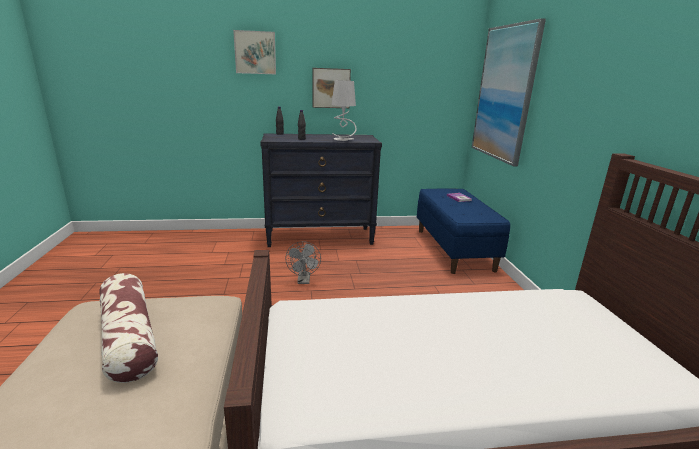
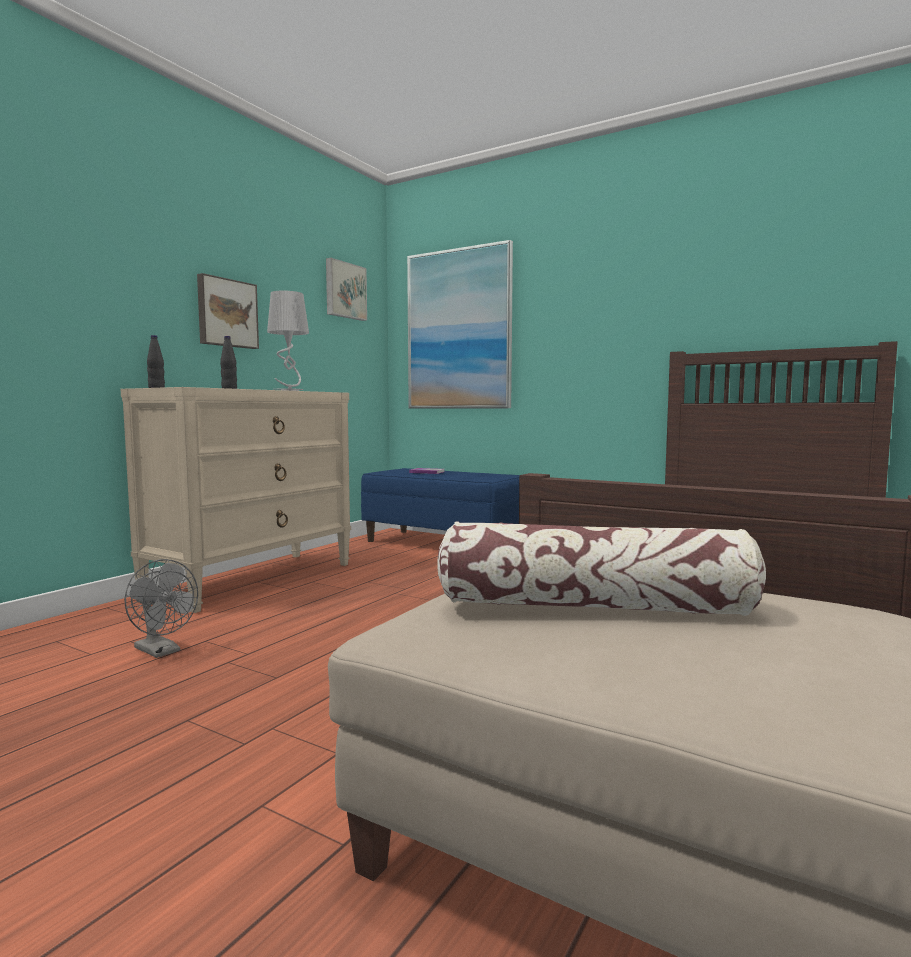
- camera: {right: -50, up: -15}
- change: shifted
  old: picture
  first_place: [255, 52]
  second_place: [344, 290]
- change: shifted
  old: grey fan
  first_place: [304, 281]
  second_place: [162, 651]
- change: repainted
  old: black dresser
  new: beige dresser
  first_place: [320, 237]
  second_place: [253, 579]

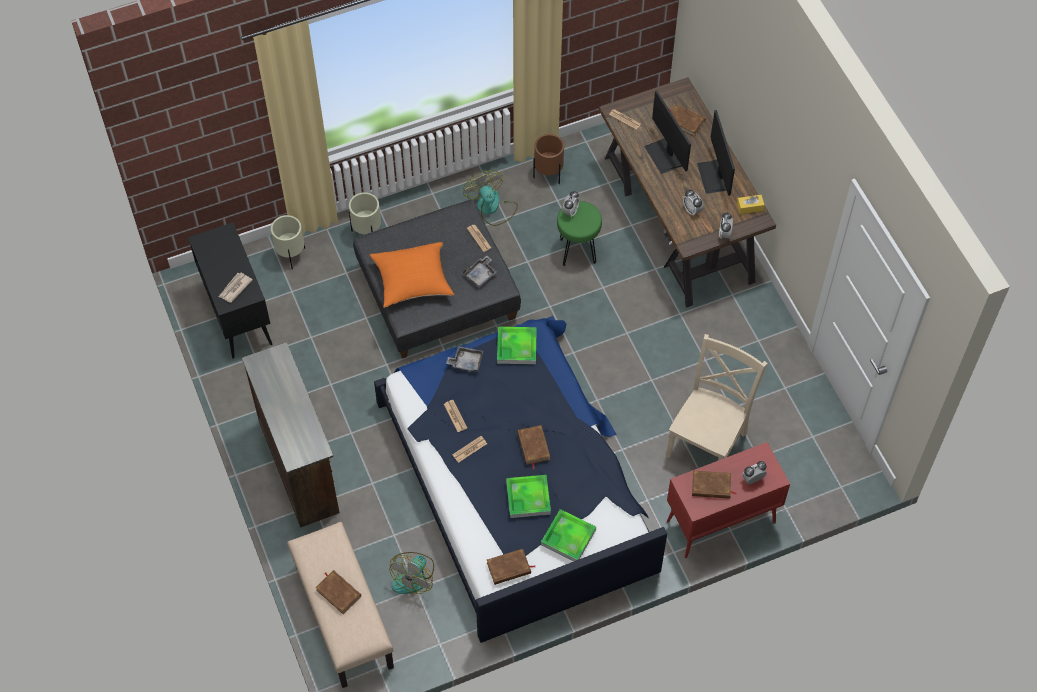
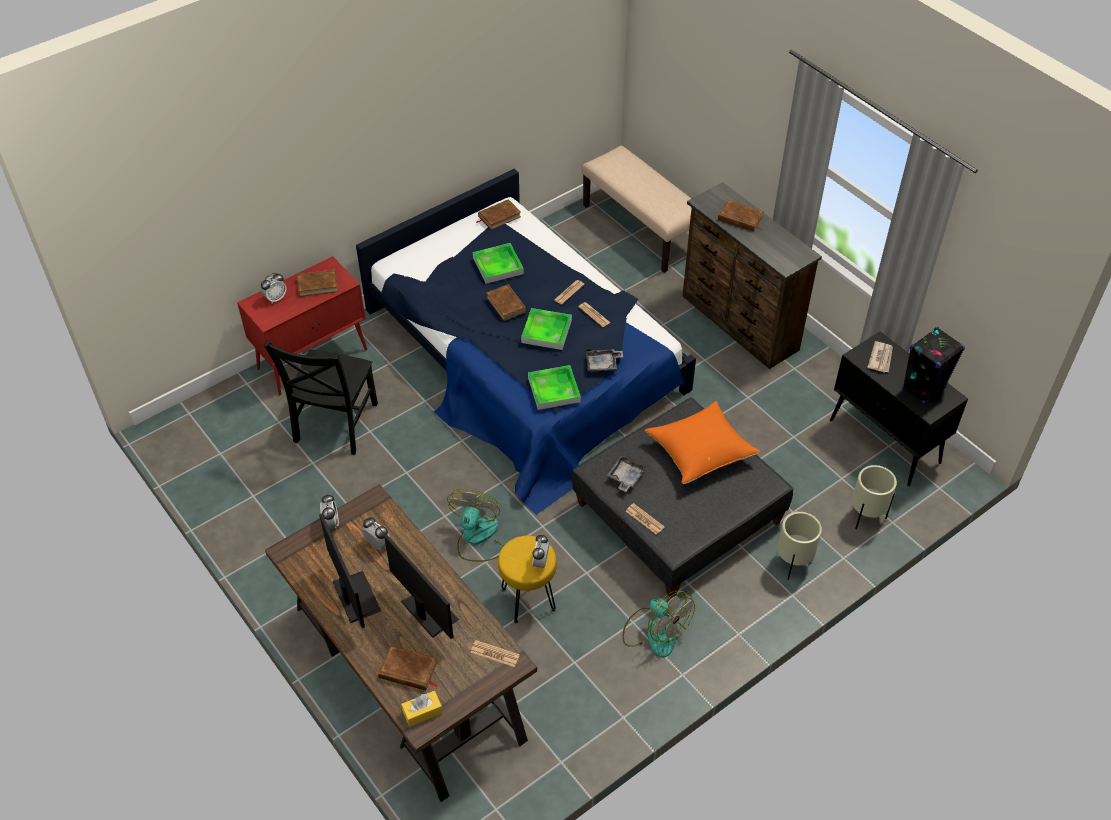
- camera: {right: 165, up: -10}
- change: gone
  old: brown planter
  first_place: [548, 174]
- change: new
  new: black speaker
  second_place: [923, 388]
- change: shifted
  old: brown book
  first_place: [338, 592]
  second_place: [740, 218]
- change: shifted
  old: fan
  first_place: [413, 575]
  second_place: [477, 538]
- change: shifted
  old: tray
  first_place: [568, 537]
  second_place: [546, 331]
- change: shifted
  old: yellow tissue box
  first_place: [750, 207]
  second_place: [422, 712]
- change: repainted
  old: green stool
  new: yellow stool
  first_place: [577, 250]
  second_place: [529, 600]
- change: repainted
  old: beige chair
  new: black chair
  first_place: [708, 441]
  second_place: [334, 425]

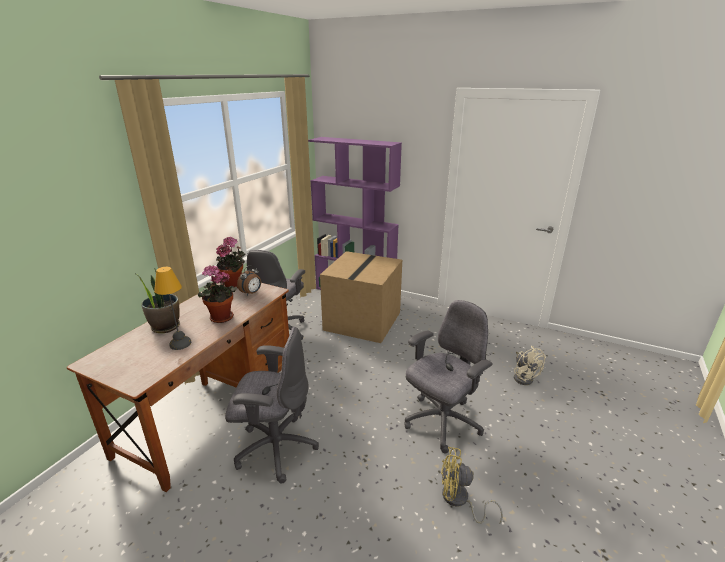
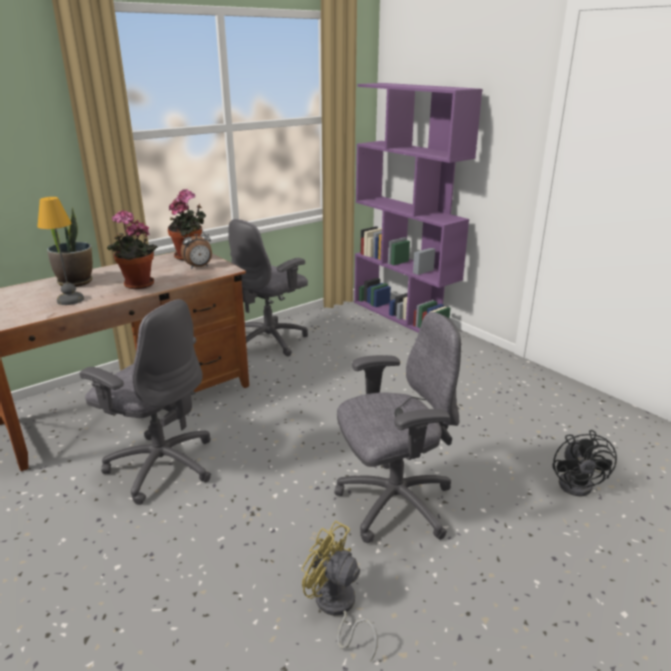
- camera: {right: 25, up: 0}
- change: gone
  old: cardboard box
  first_place: [363, 321]
- change: repainted
  old: beige fan
  new: black fan
  first_place: [523, 377]
  second_place: [579, 483]

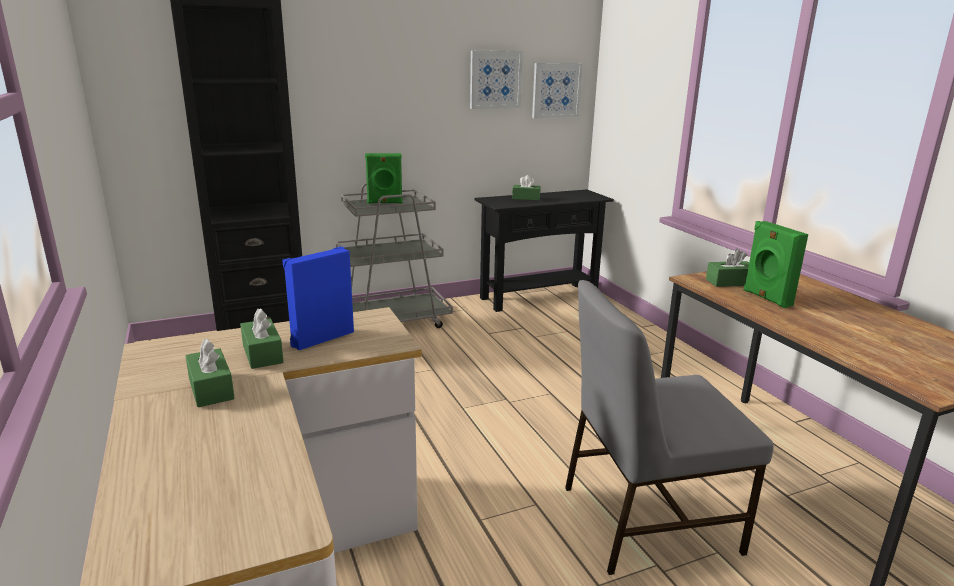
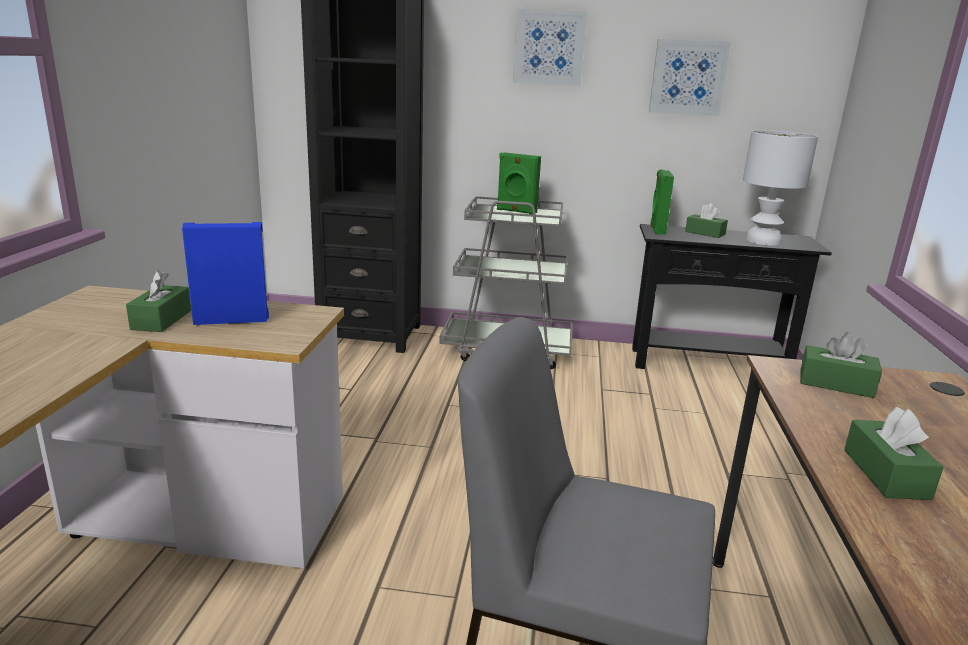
- camera: {right: 30, up: 0}
- change: new
  new: white table lamp
  second_place: [763, 241]
- change: shifted
  old: green tissue box
  first_place: [211, 389]
  second_place: [885, 474]
- change: shifted
  old: picture
  first_place: [556, 90]
  second_place: [549, 47]
- change: shifted
  old: green speaker
  first_place: [766, 298]
  second_place: [657, 229]

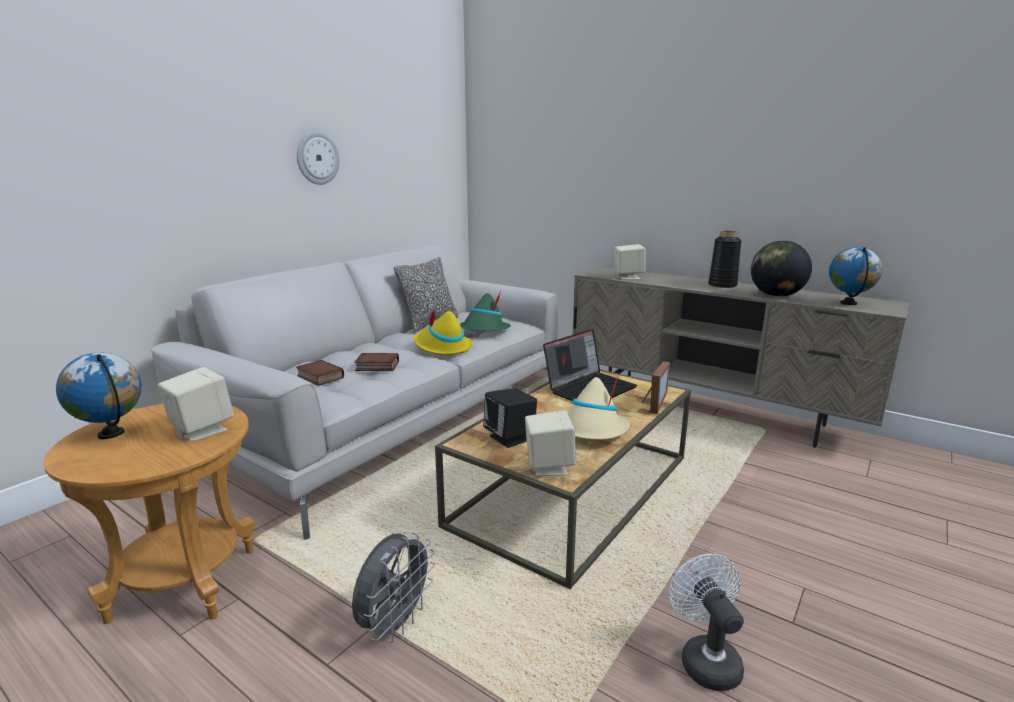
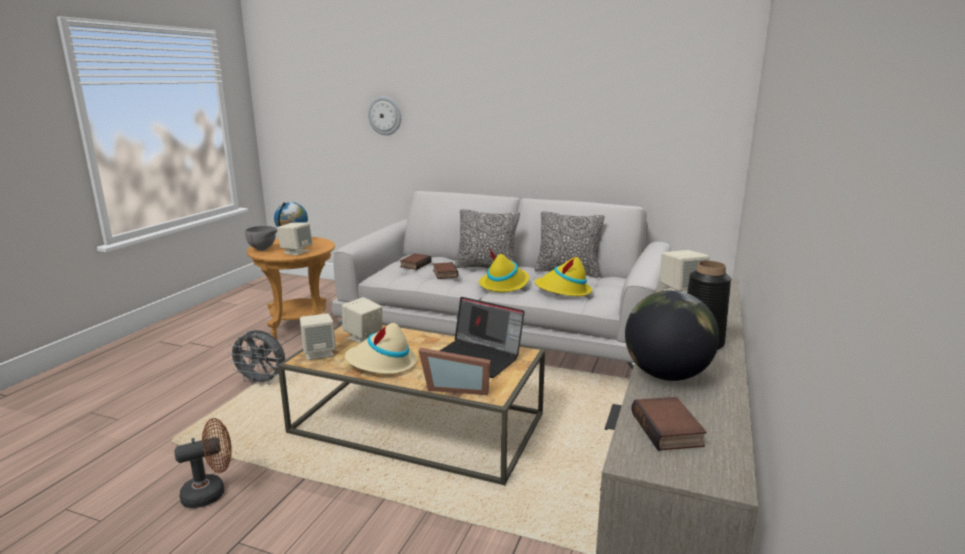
- camera: {right: 75, up: 0}
- change: new
  new: grey bowl
  second_place: [264, 249]
- change: new
  new: pillow
  second_place: [486, 268]
- change: shifted
  old: wall clock
  first_place: [317, 158]
  second_place: [385, 116]
- change: swapped
  old: globe
  new: book
  first_place: [849, 303]
  second_place: [669, 430]
- change: repainted
  old: green hat
  new: yellow hat
  first_place: [484, 330]
  second_place: [563, 291]
- change: repainted
  old: black speaker
  new: beige speaker
  first_place: [510, 438]
  second_place: [363, 337]
- change: repainted
  old: white fan
  new: brown fan
  first_place: [705, 659]
  second_place: [211, 492]

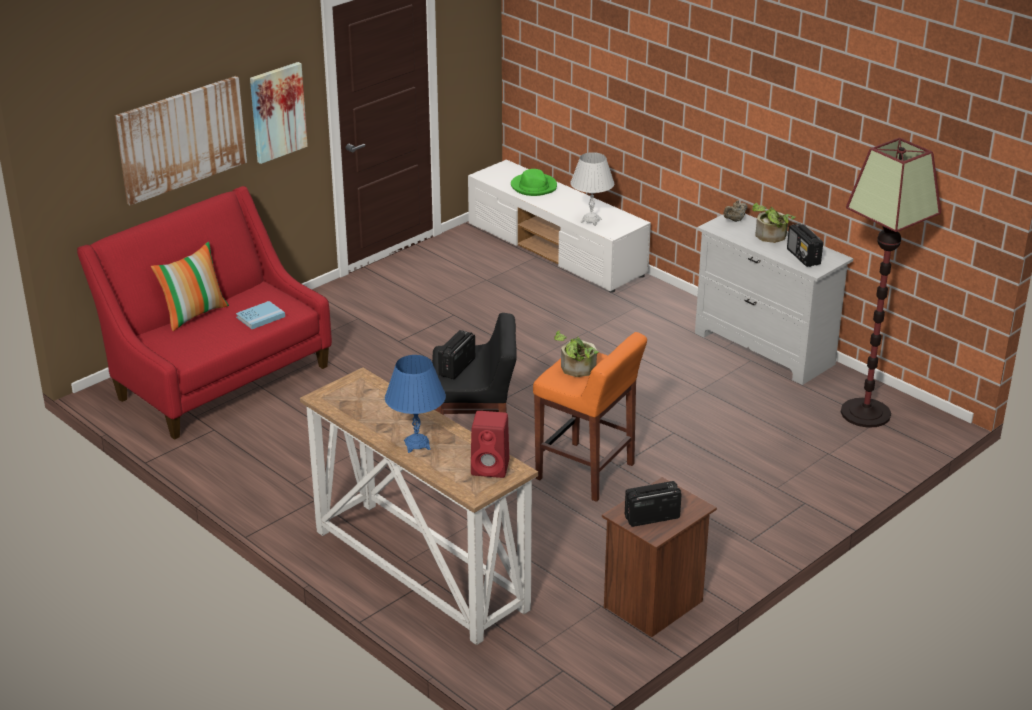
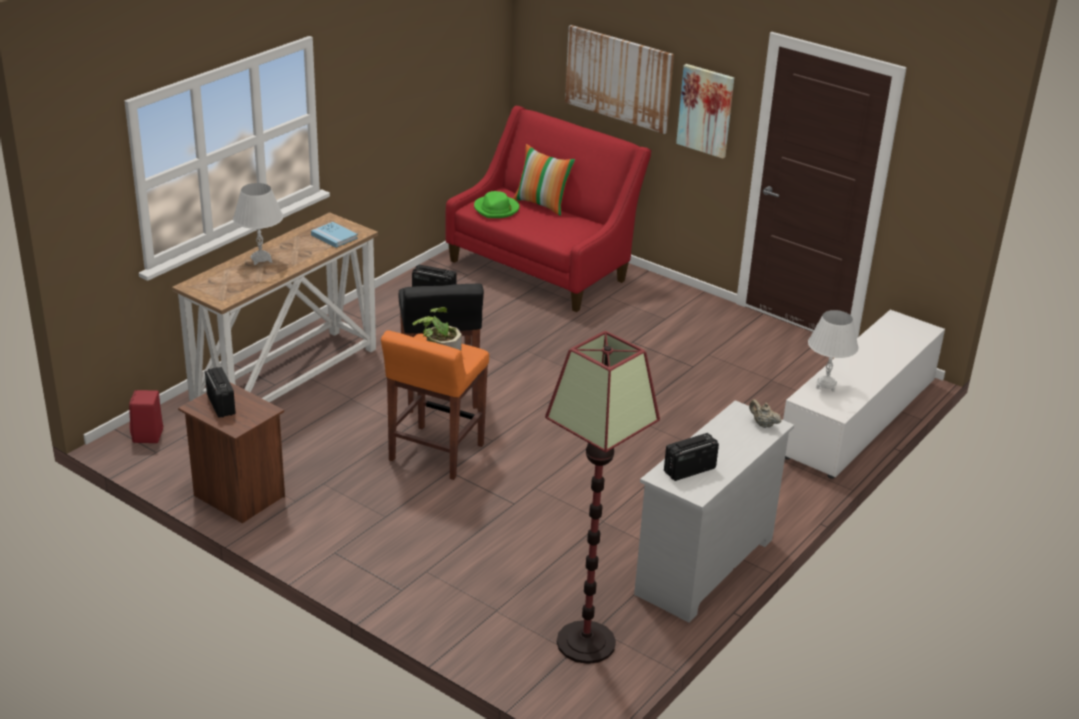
- camera: {right: 80, up: 0}
- change: gone
  old: potted plant
  first_place: [770, 237]
- change: shifted
  old: blue book
  first_place: [260, 317]
  second_place: [334, 236]
- change: shifted
  old: red speaker
  first_place: [491, 467]
  second_place: [148, 436]
- change: shifted
  old: green hat
  first_place: [534, 186]
  second_place: [496, 209]
- change: repainted
  old: blue table lamp
  new: white table lamp
  first_place: [417, 445]
  second_place: [261, 259]

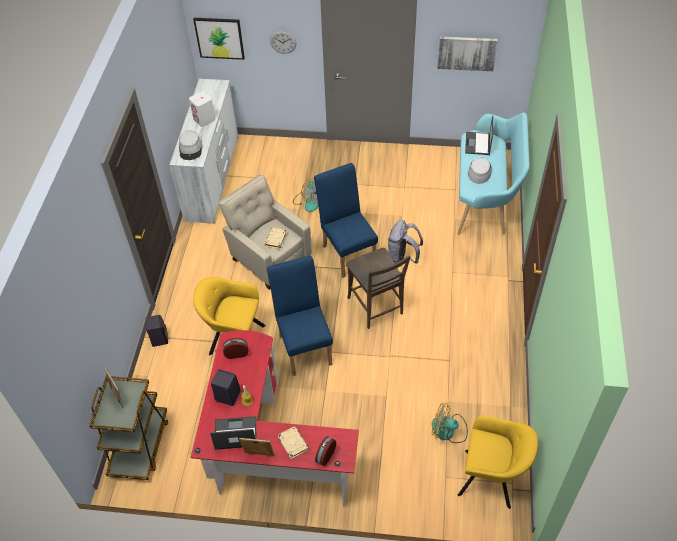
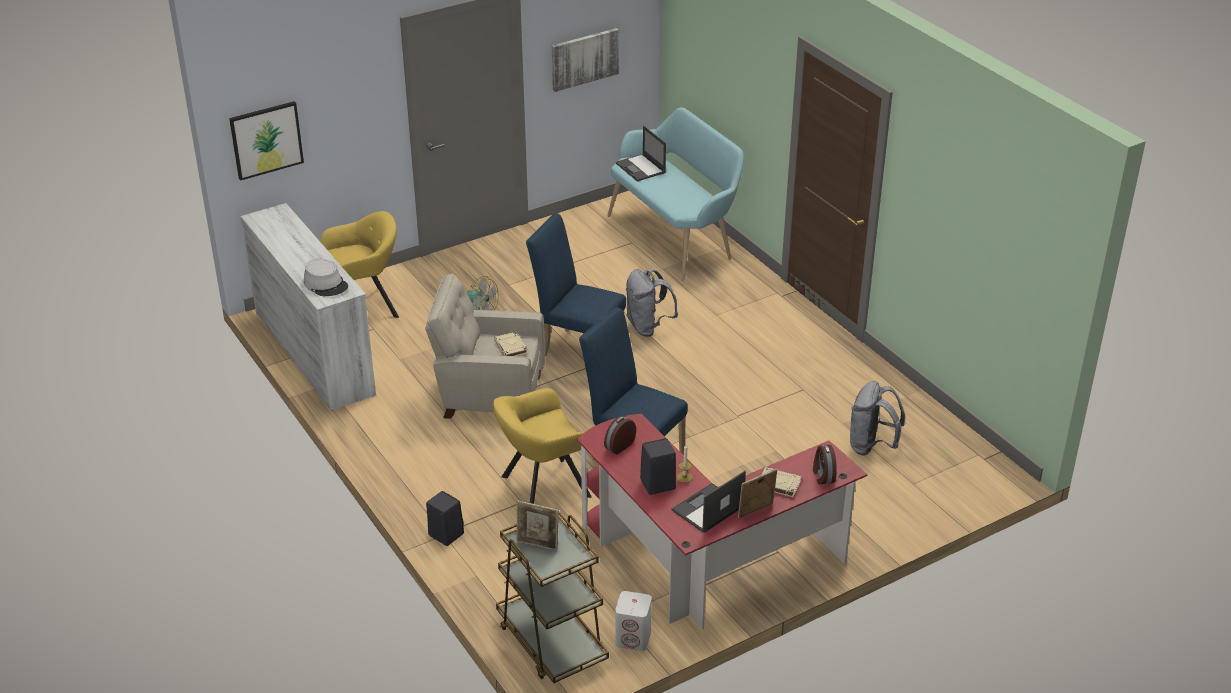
- camera: {right: -40, up: -15}
- change: gone
  old: wall clock
  first_place: [283, 42]
- change: gone
  old: brown chair
  first_place: [376, 308]
- change: gone
  old: grey hat
  first_place: [479, 171]
- change: shifted
  old: white speaker
  first_place: [204, 119]
  second_place: [633, 638]
- change: shifted
  old: yellow armchair
  first_place: [491, 479]
  second_place: [366, 307]
- change: swapped
  old: fan
  new: grey backpack
  first_place: [448, 431]
  second_place: [871, 446]

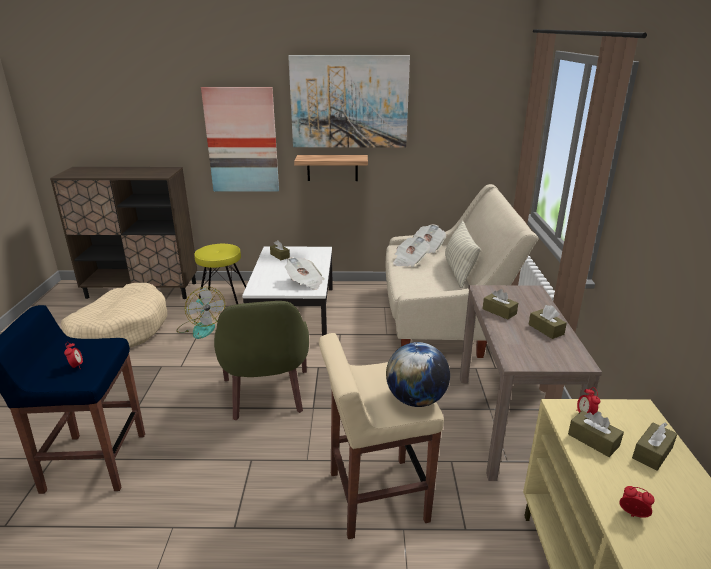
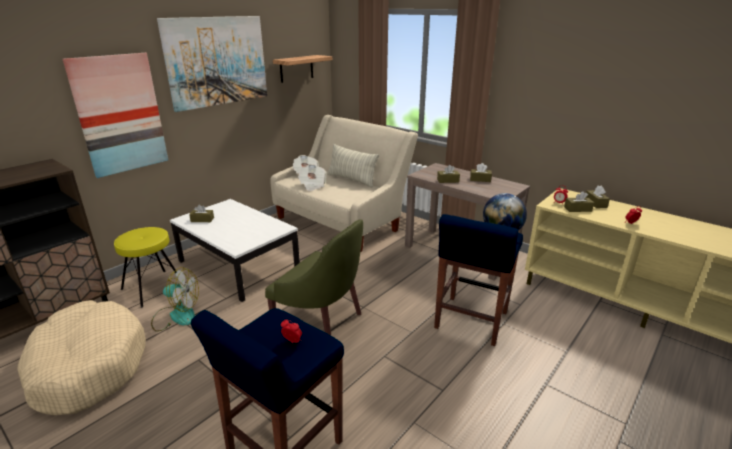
- camera: {right: -50, up: 0}
- change: gone
  old: newspaper
  first_place: [305, 282]
- change: shifted
  old: shelf
  first_place: [332, 168]
  second_place: [296, 68]
- change: repainted
  old: beige stool
  new: blue stool
  first_place: [375, 497]
  second_place: [470, 321]

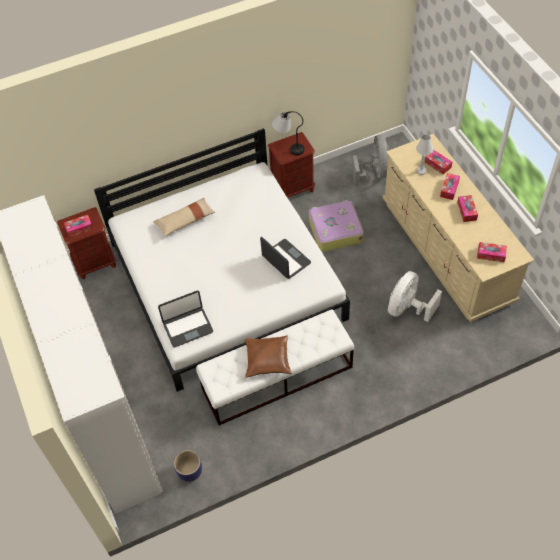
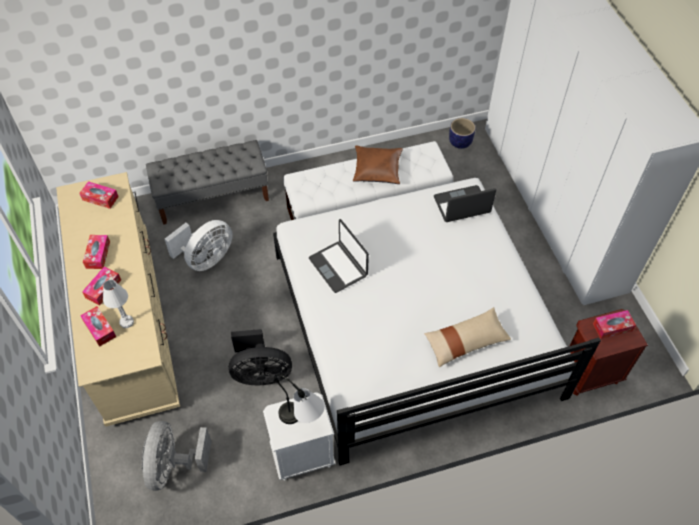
- camera: {right: -175, up: 0}
- change: new
  new: grey bench
  second_place: [213, 197]
- change: swapped
  old: suitcase
  new: black fan
  first_place: [334, 231]
  second_place: [260, 373]
- change: repainted
  old: brown nightstand
  new: white nightstand
  first_place: [293, 188]
  second_place: [302, 456]

